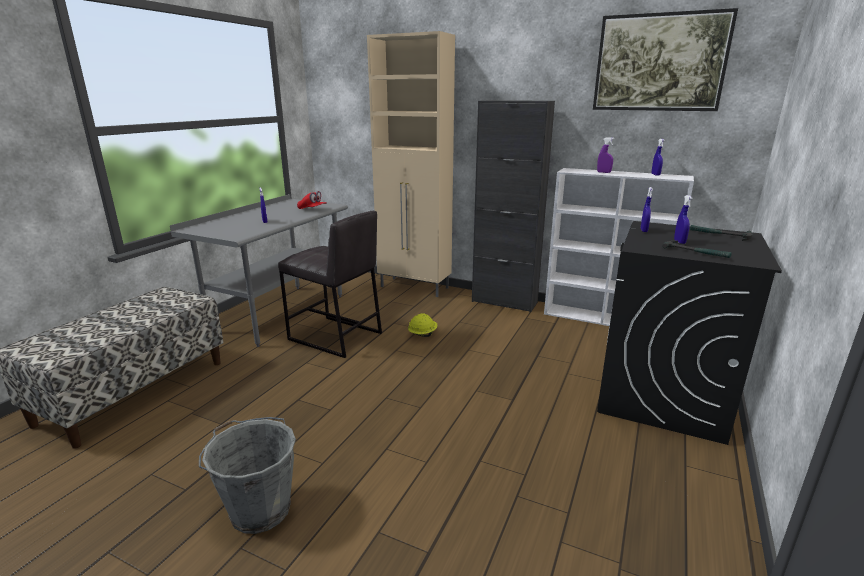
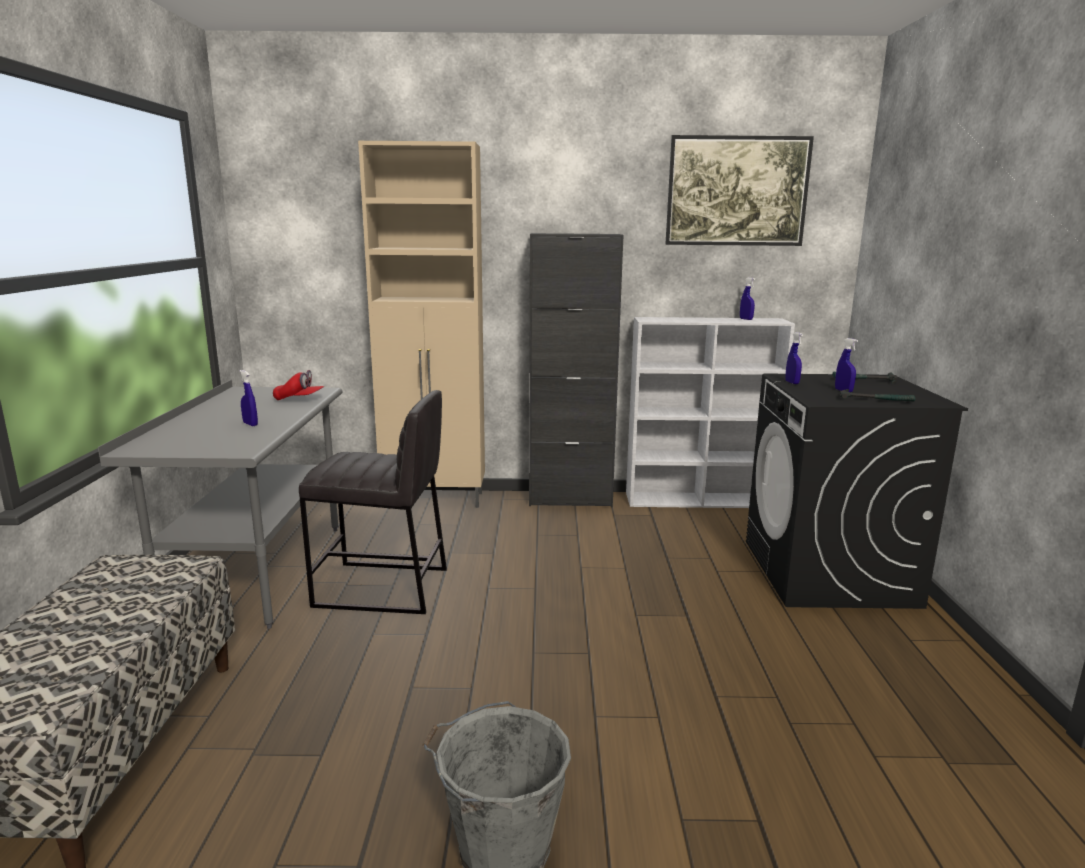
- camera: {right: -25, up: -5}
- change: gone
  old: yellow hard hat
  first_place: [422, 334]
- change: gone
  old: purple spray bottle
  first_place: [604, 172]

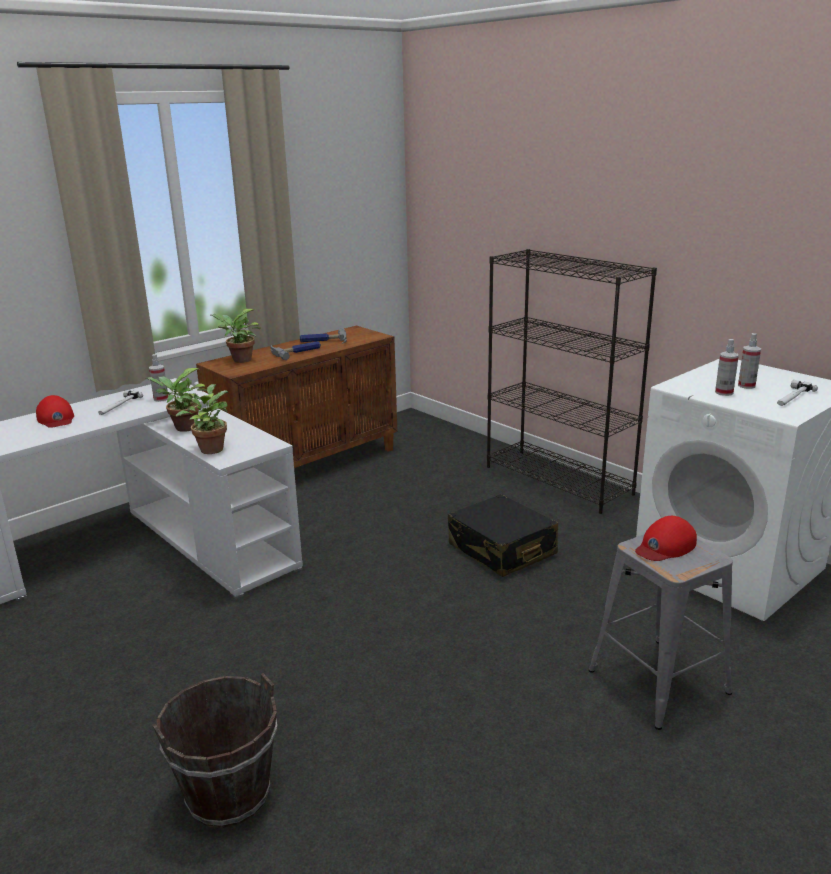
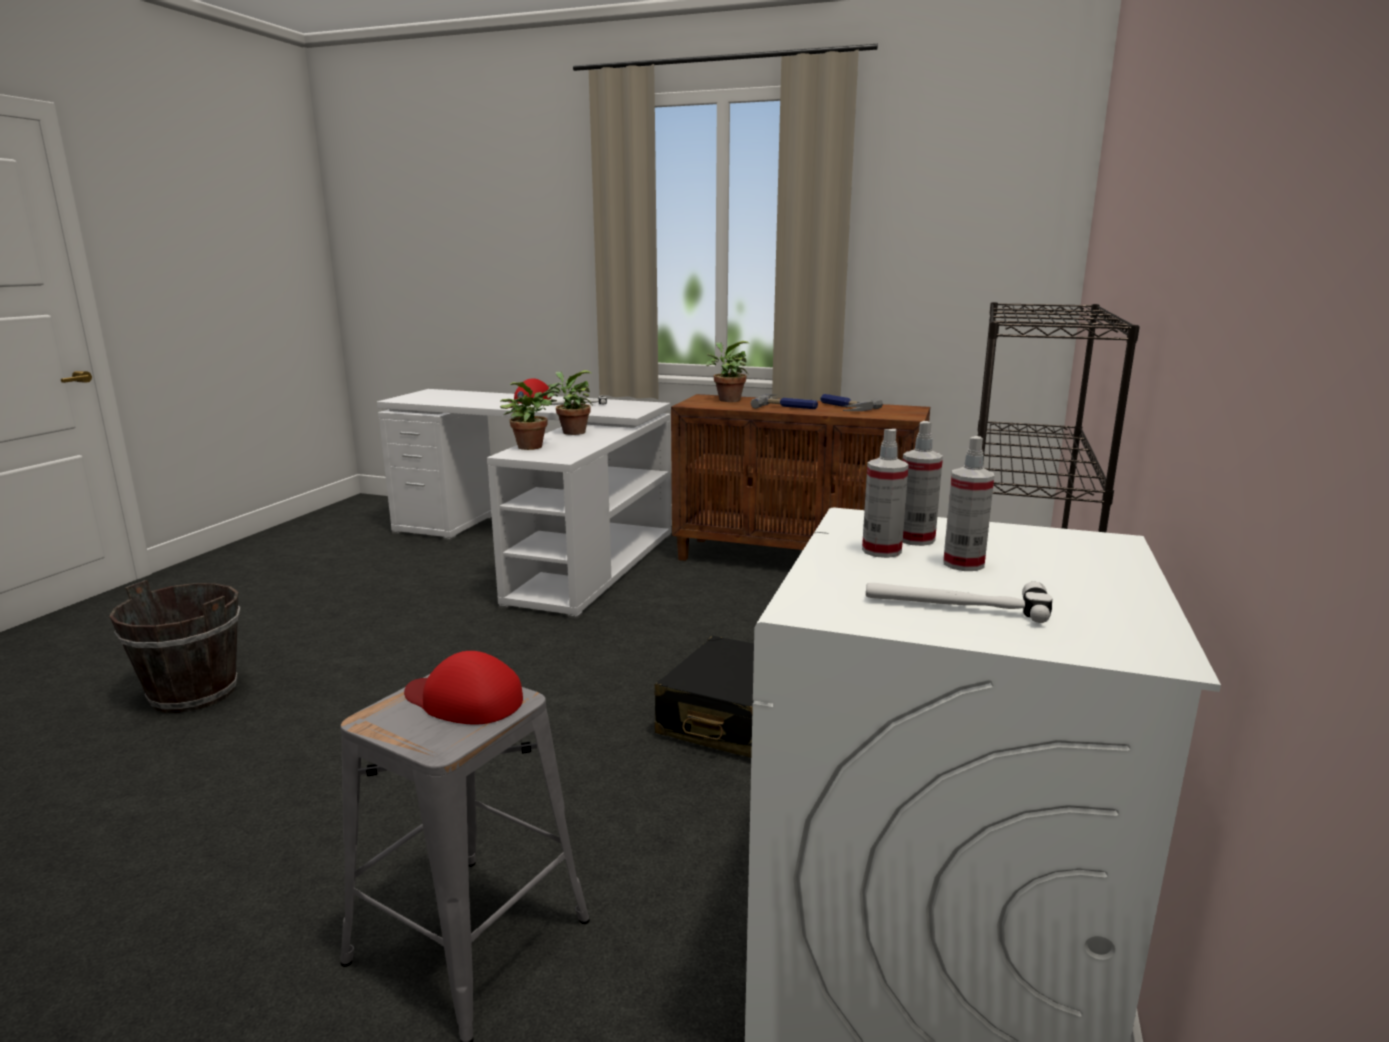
- camera: {right: 60, up: -5}
- change: shifted
  old: spray bottle
  first_place: [161, 399]
  second_place: [915, 539]

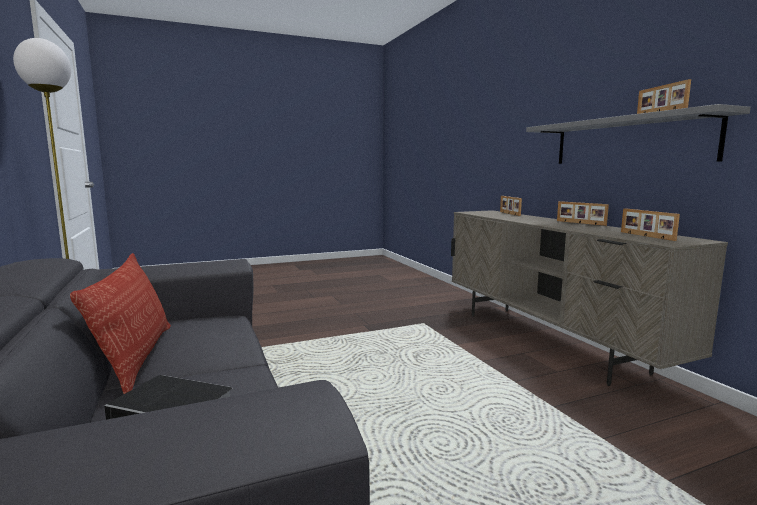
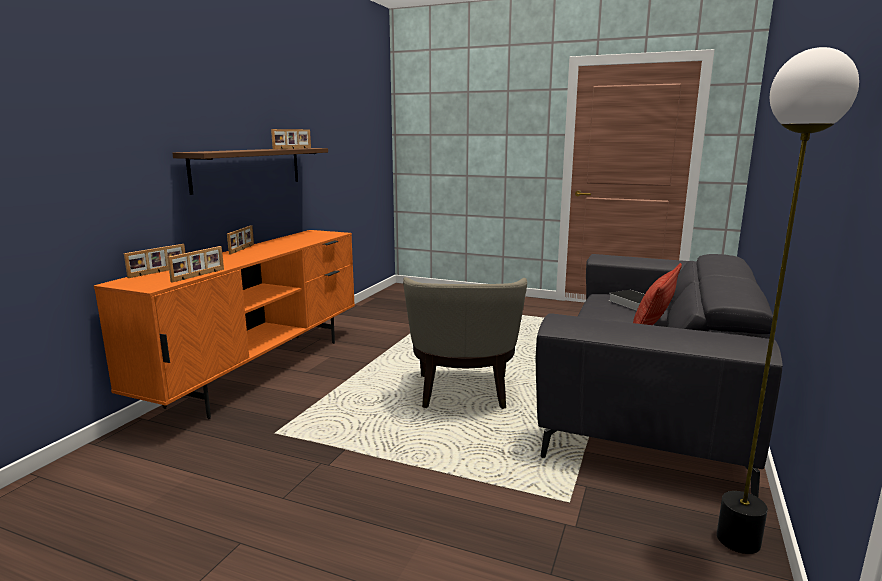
- camera: {right: -135, up: 5}
- change: new
  new: beige armchair
  second_place: [463, 393]
- change: shifted
  old: picture frame
  first_place: [646, 236]
  second_place: [199, 275]
- change: repainted
  old: beige tv stand
  new: orange tv stand
  first_place: [548, 341]
  second_place: [261, 370]
- change: repainted
  old: grey shelf
  new: brown shelf
  first_place: [628, 141]
  second_place: [248, 168]

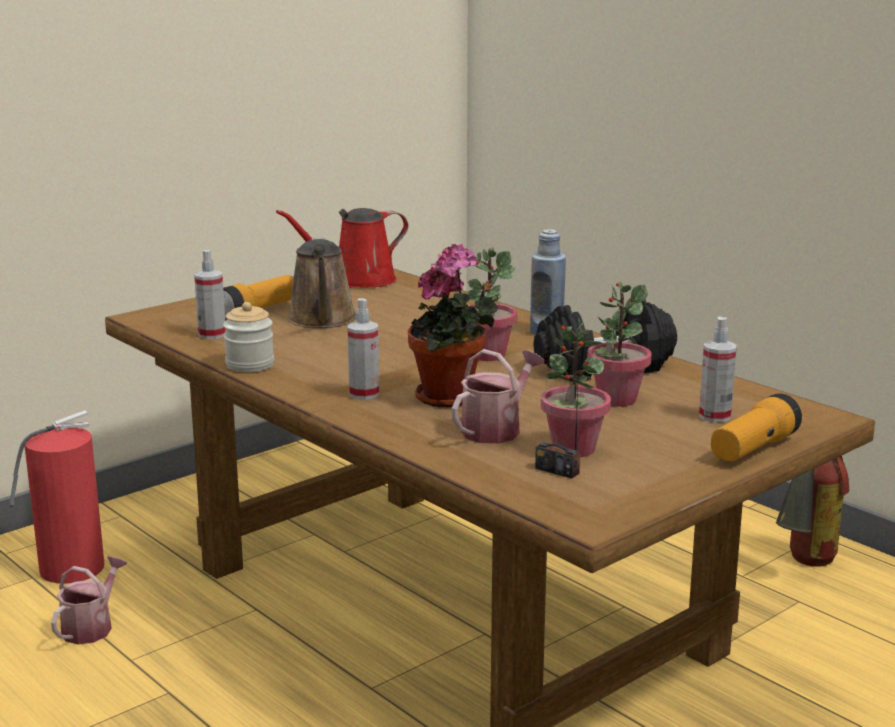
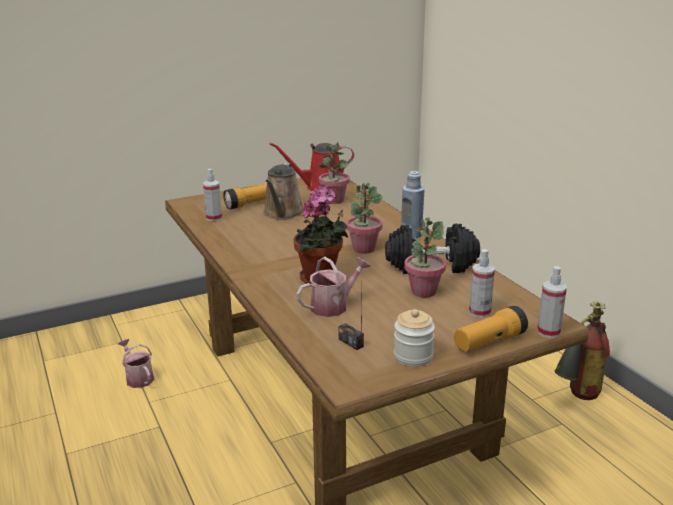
- camera: {right: 15, up: 5}
- change: gone
  old: fire extinguisher
  first_place: [68, 569]
- change: shifted
  old: jar
  first_place: [250, 365]
  second_place: [413, 356]
- change: shifted
  old: spray bottle
  first_place: [364, 394]
  second_place: [548, 332]
- change: shifted
  old: potted plant
  first_place: [573, 449]
  second_place: [334, 200]
- change: rotated
  old: watering can
  first_place: [91, 627]
  second_place: [138, 378]
  degrees: -75

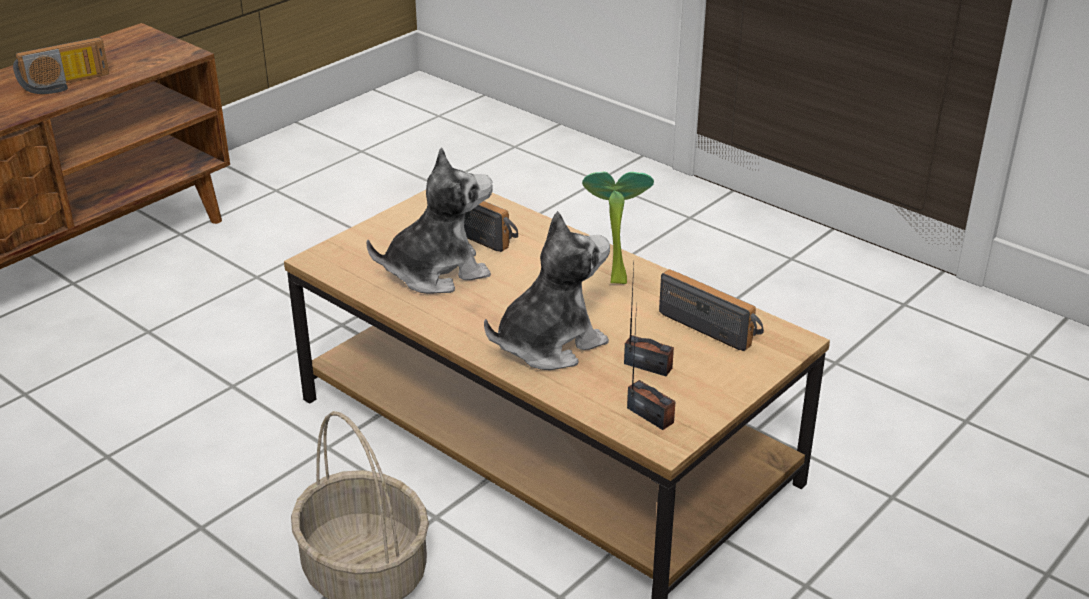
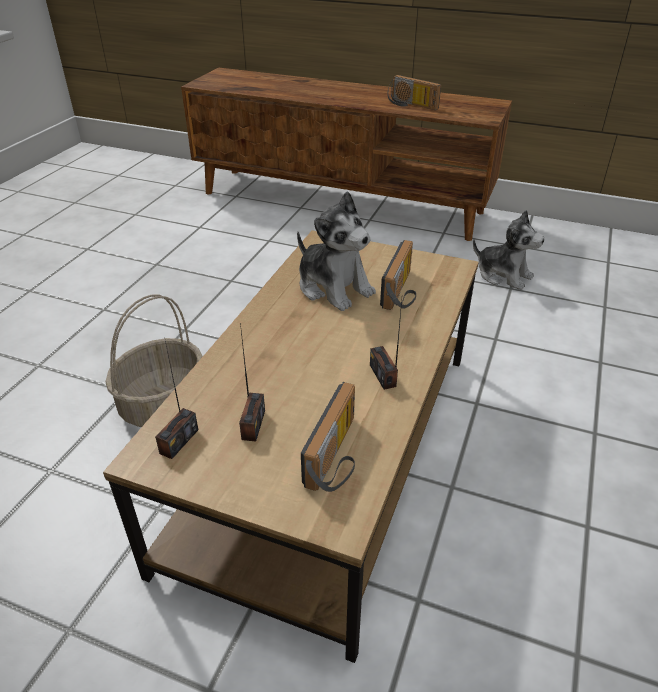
- camera: {right: 70, up: 5}
- change: shifted
  old: plush toy
  first_place: [549, 344]
  second_place: [503, 275]
- change: swapped
  old: potted plant
  new: radio
  first_place: [614, 278]
  second_place: [383, 375]

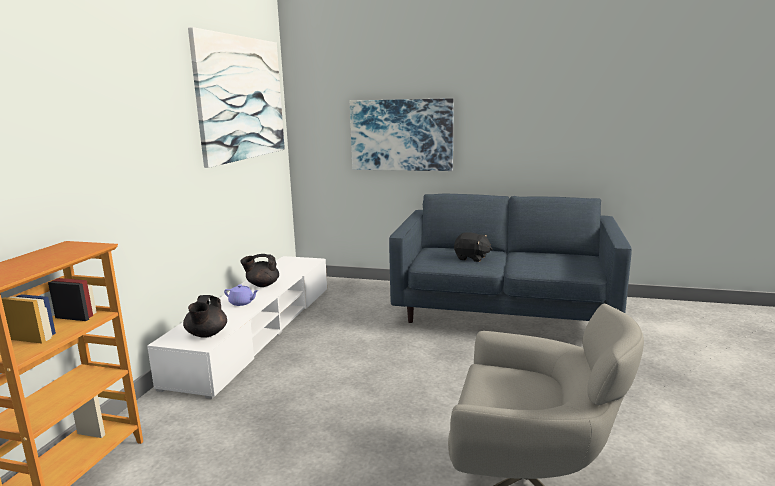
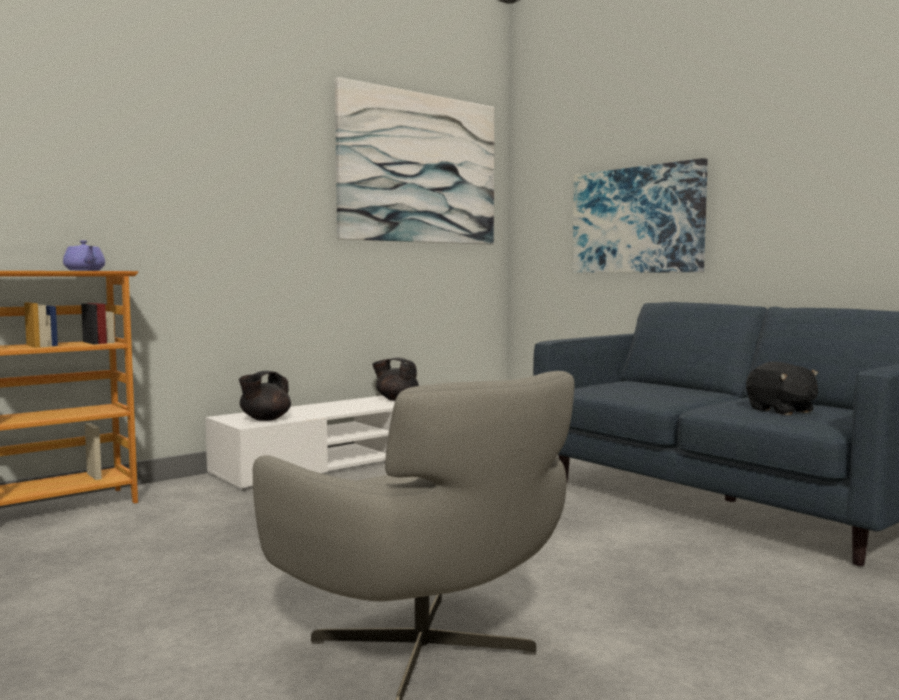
- camera: {right: 35, up: -10}
- change: shifted
  old: purple teapot
  first_place: [242, 303]
  second_place: [85, 270]
- change: shifted
  old: black plush toy
  first_place: [472, 258]
  second_place: [781, 410]

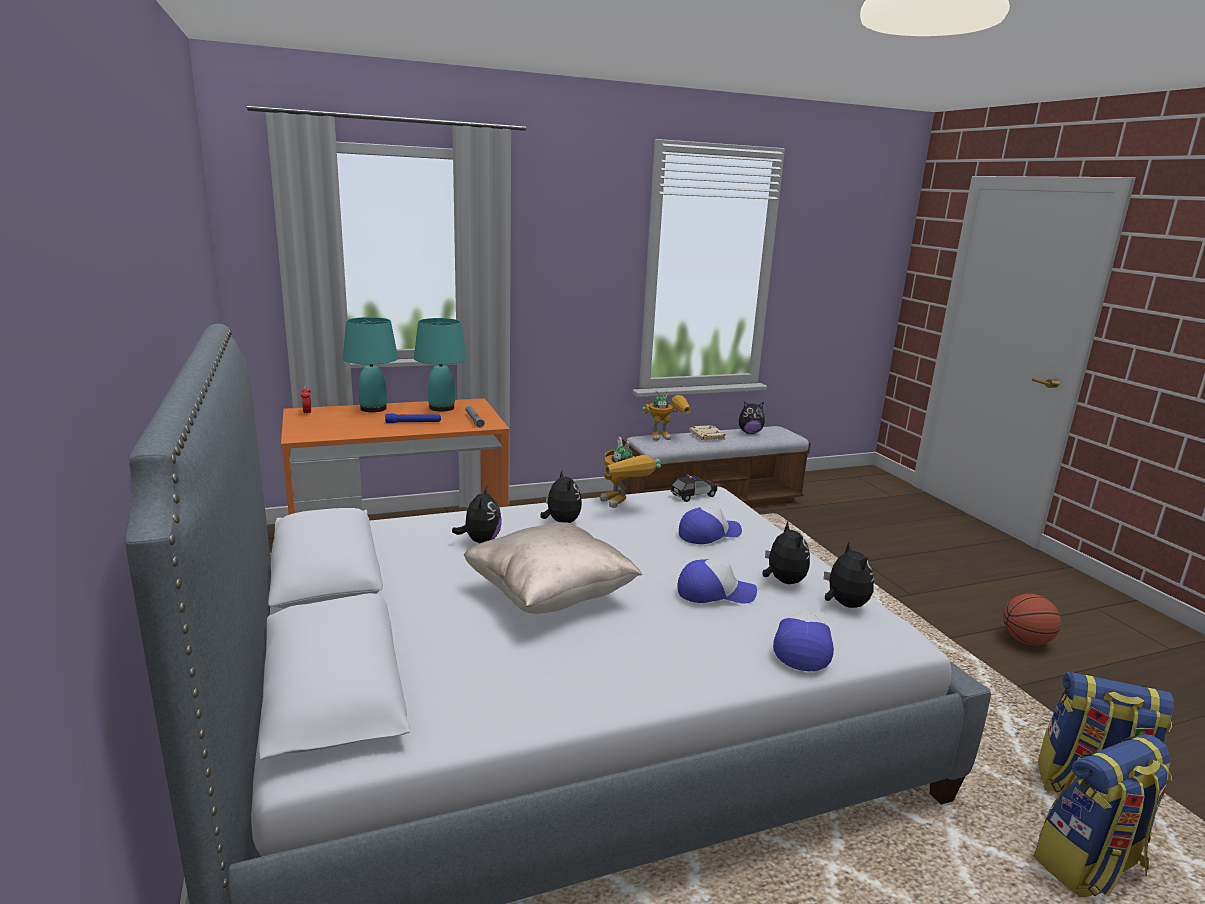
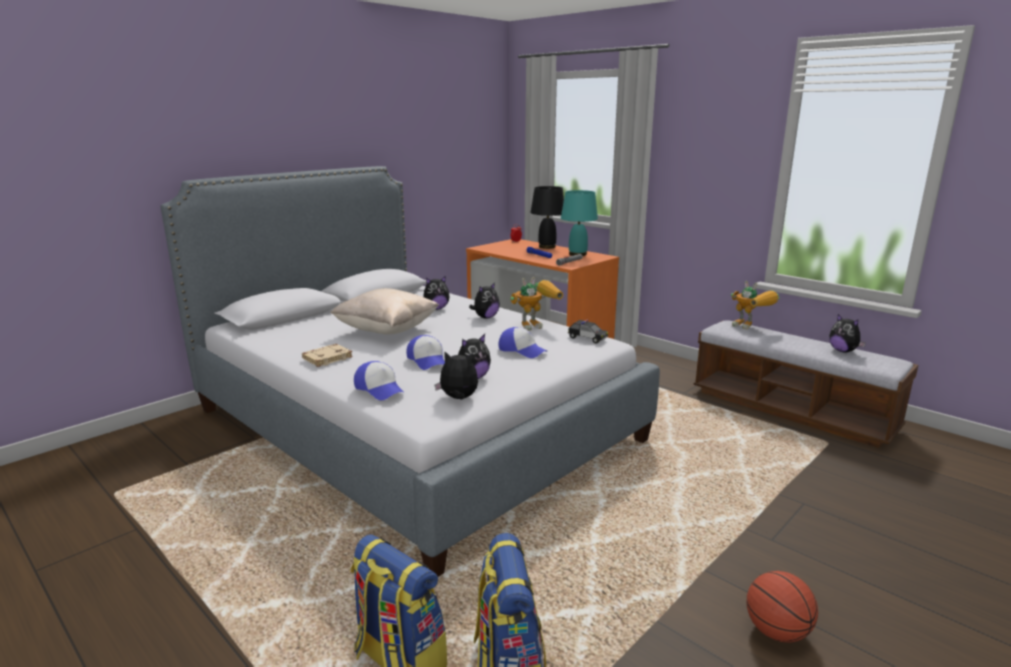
- camera: {right: 65, up: 0}
- change: shifted
  old: beige book
  first_place: [706, 436]
  second_place: [327, 358]
- change: repainted
  old: turquoise table lamp
  new: black table lamp
  first_place: [374, 408]
  second_place: [547, 247]
- change: rotated
  old: toy robot
  first_place: [624, 505]
  second_place: [536, 325]
  degrees: -150
- change: rotated
  old: cap
  first_place: [801, 646]
  second_place: [380, 389]
  degrees: 60
- change: rotated
  old: plush toy
  first_place: [844, 604]
  second_place: [458, 398]
  degrees: -135

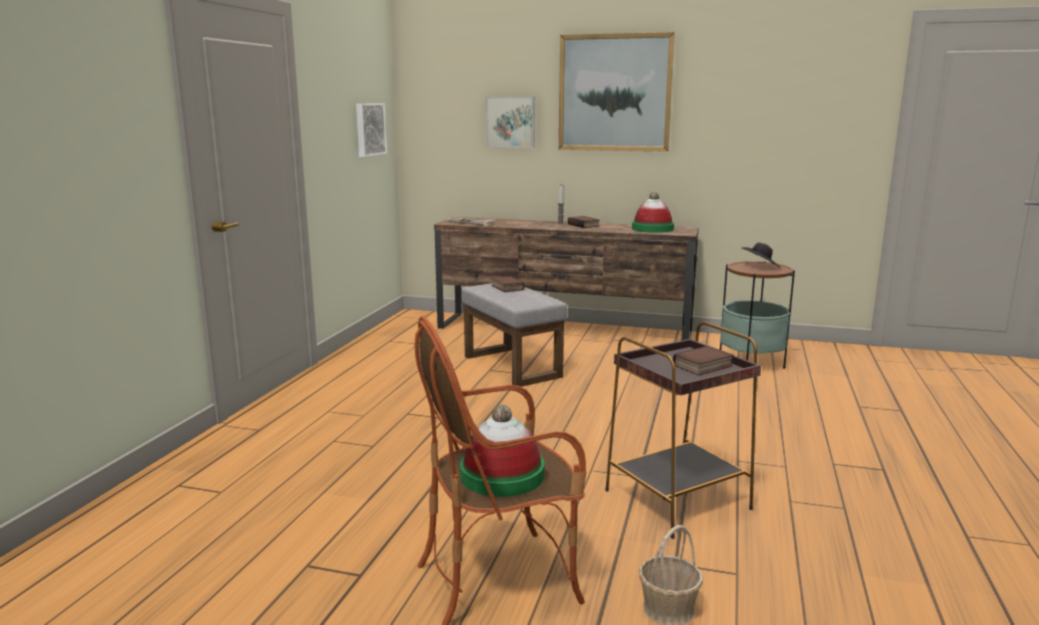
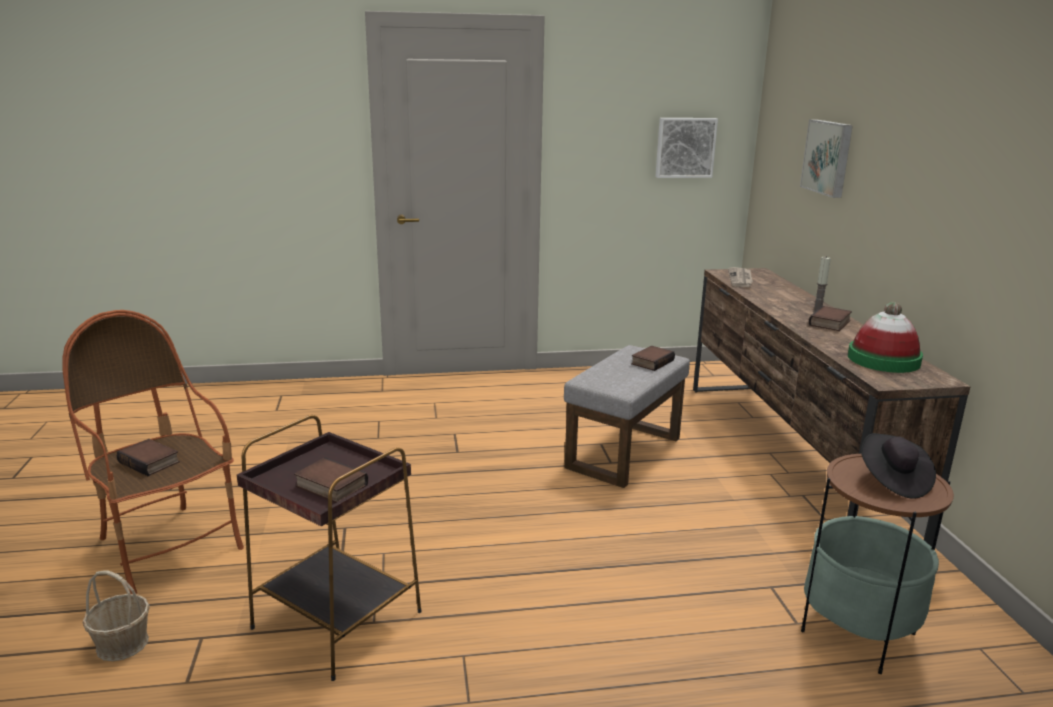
- camera: {right: 65, up: 5}
- change: gone
  old: picture
  first_place: [615, 93]
- change: swapped
  old: hat
  new: book
  first_place: [502, 475]
  second_place: [151, 462]

